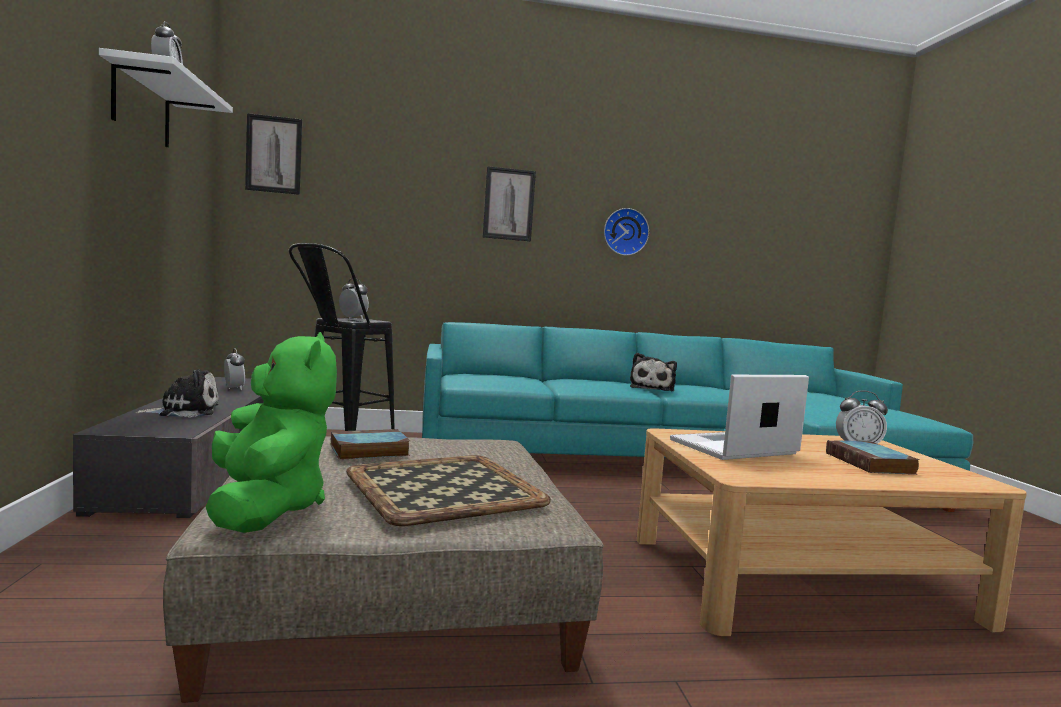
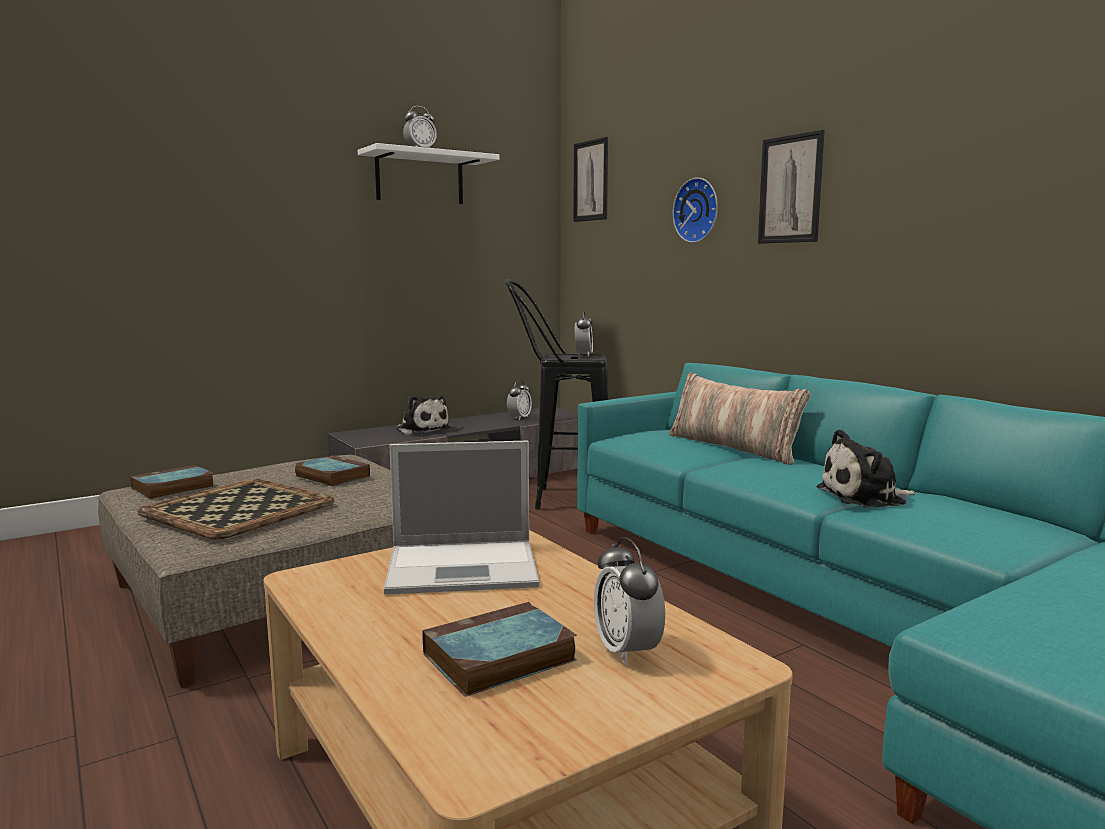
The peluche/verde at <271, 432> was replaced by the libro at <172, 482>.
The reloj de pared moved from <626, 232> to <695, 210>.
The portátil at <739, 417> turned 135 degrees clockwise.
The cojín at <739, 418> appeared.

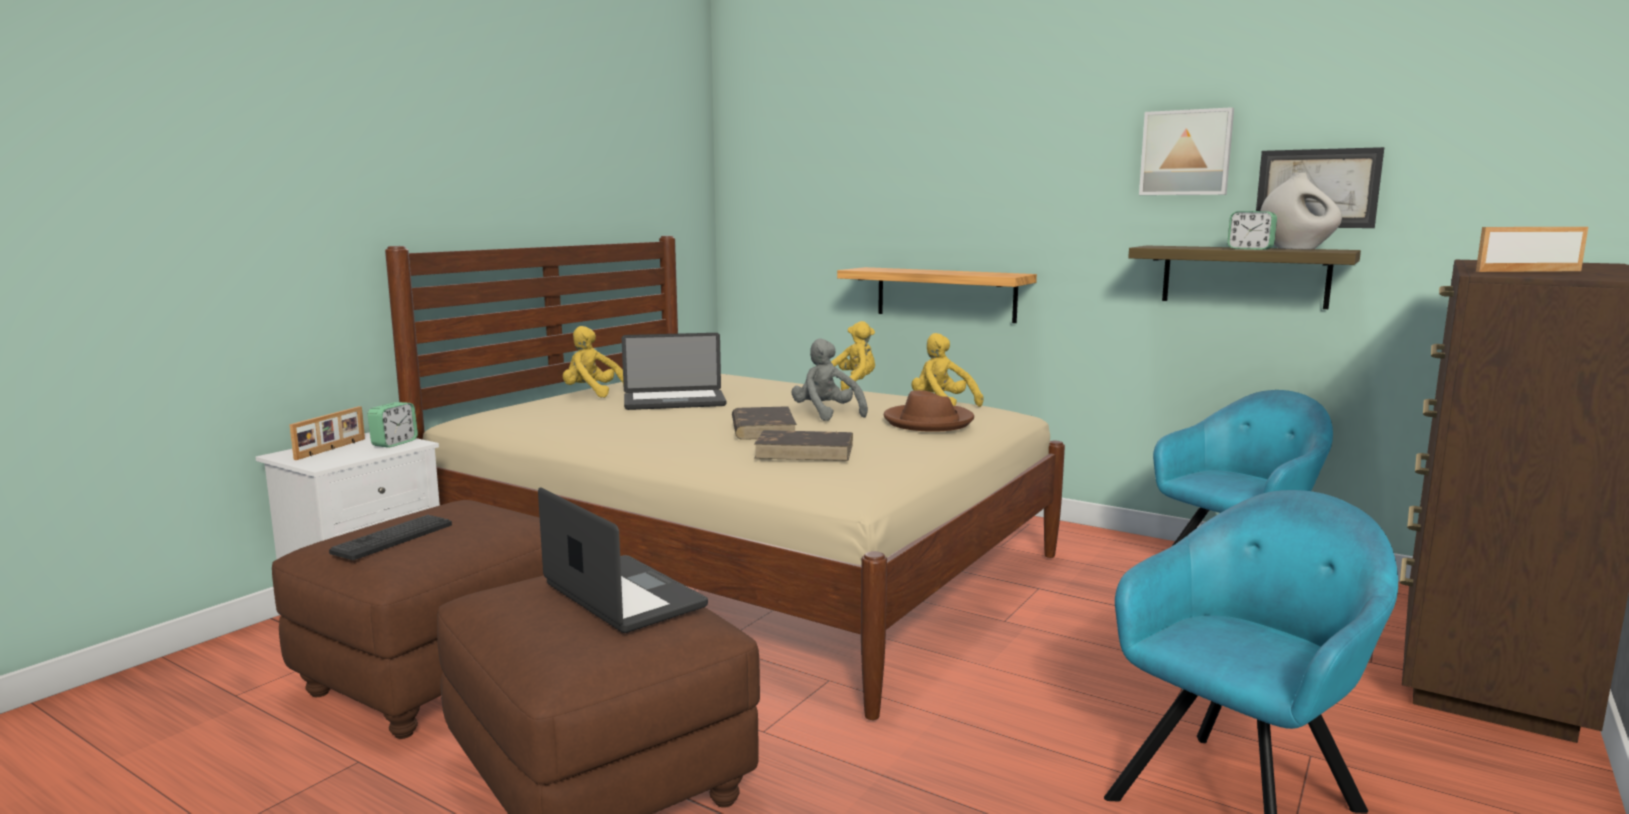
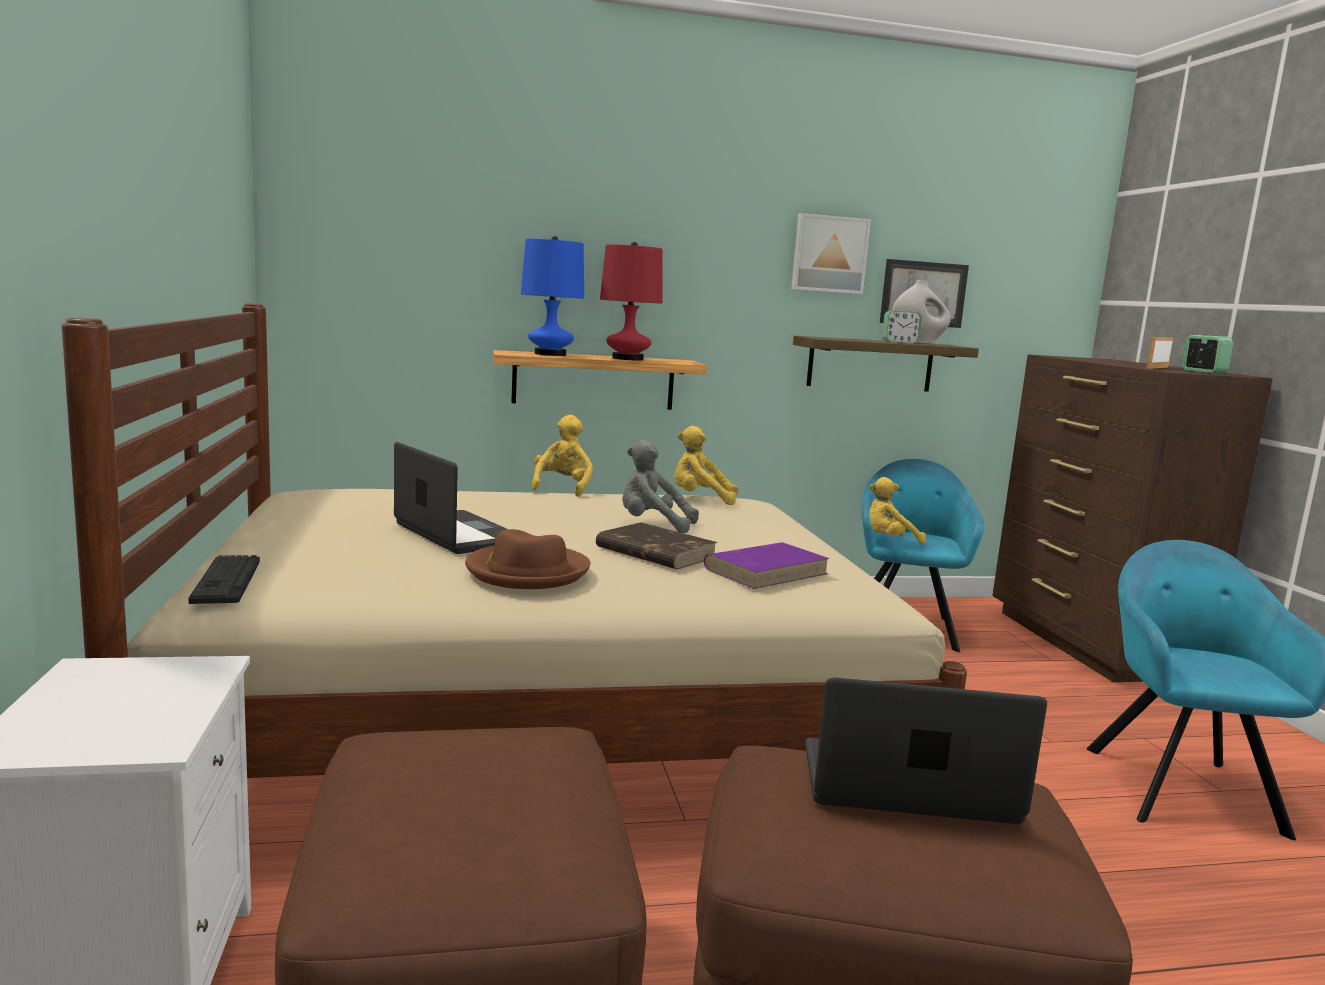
The portarretratos at <327, 433> disappeared.
The teclado moved from <390, 537> to <224, 579>.
The despertador moved from <393, 425> to <1207, 354>.
The peluche/amarillo moved from <593, 362> to <897, 510>.
The portátil at <674, 371> turned 75 degrees counterclockwise.
The libro/marrón at <803, 445> became the libro/morado at <767, 565>.
The sombrero/marrón moved from <929, 411> to <528, 559>.
The lámpara de mesa/azul at <552, 296> appeared.
The lámpara de mesa/rojo at <631, 301> appeared.

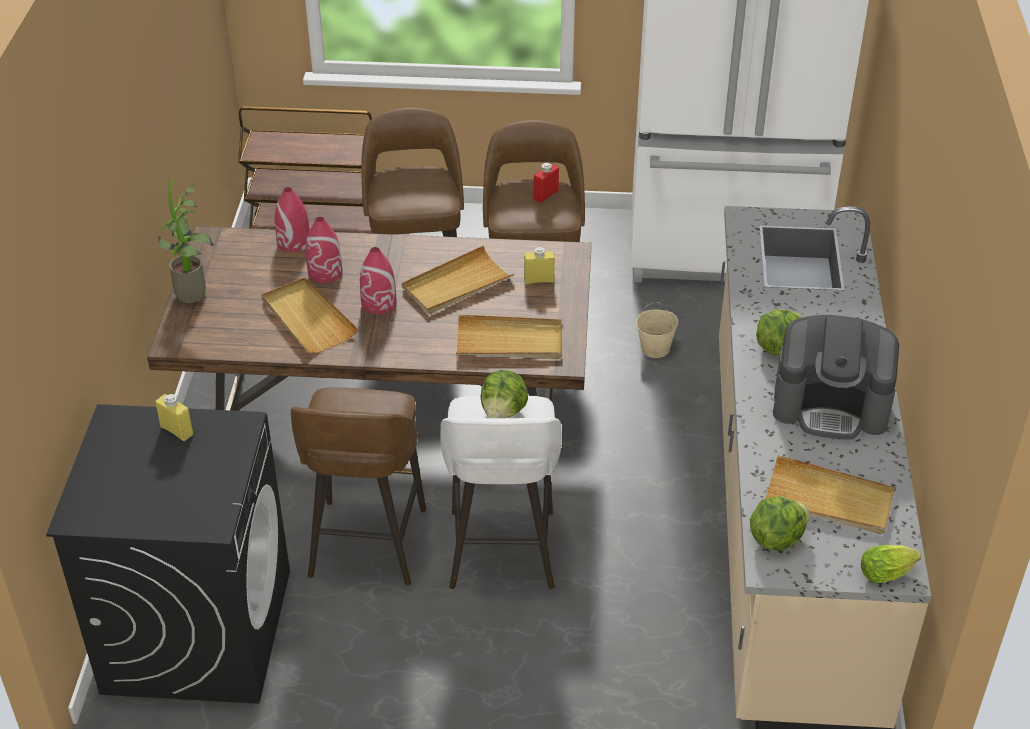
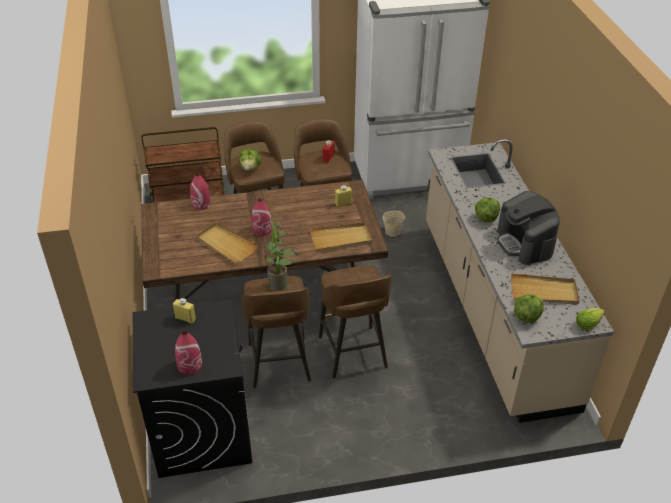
The planta en maceta moved from <186, 241> to <281, 255>.
The florero/rojo moved from <324, 250> to <188, 353>.
The bandeja/beis at <458, 279> disappeared.
The taburete/blanco at <501, 492> became the taburete/marrón at <355, 322>.
The lechuga moved from <504, 394> to <250, 159>.
The cafetera at <836, 377> turned 75 degrees clockwise.

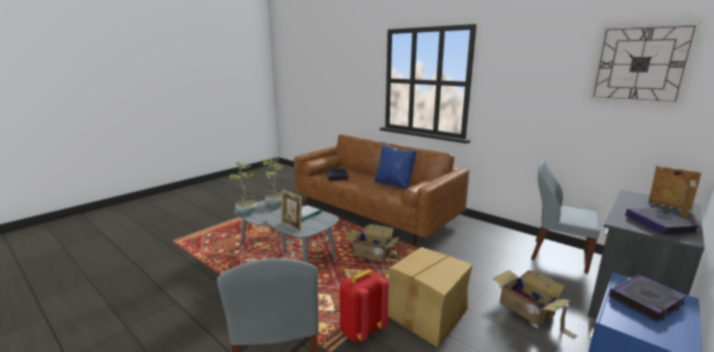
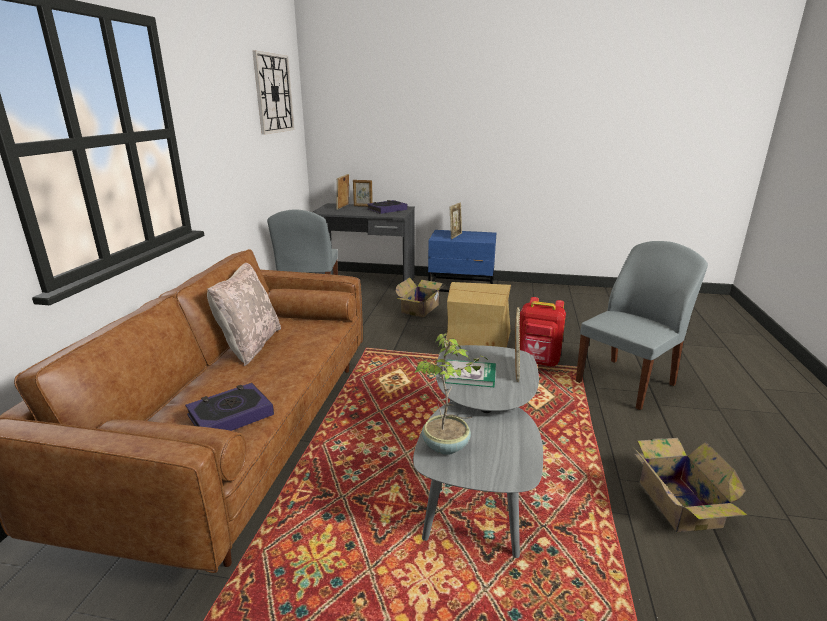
The planta en maceta at <244, 188> disappeared.
The caja de cartón moved from <373, 243> to <690, 485>.
The cojín/azul at <396, 167> became the cojín/beis at <244, 314>.
The libro at <648, 298> was replaced by the portarretratos at <455, 220>.

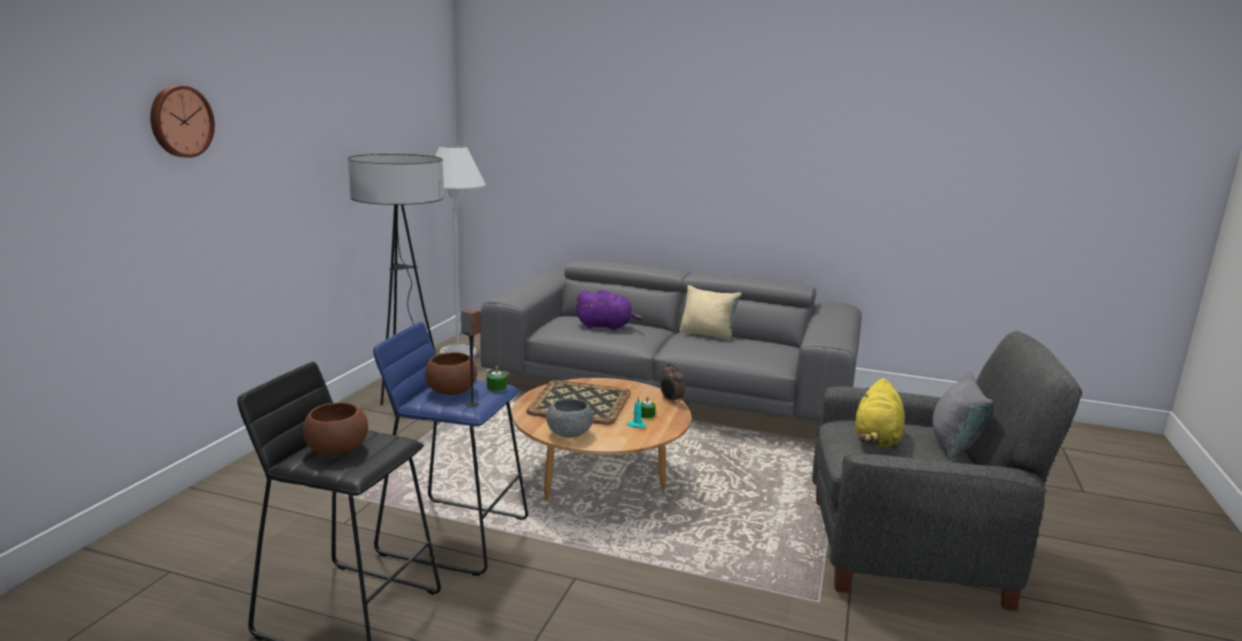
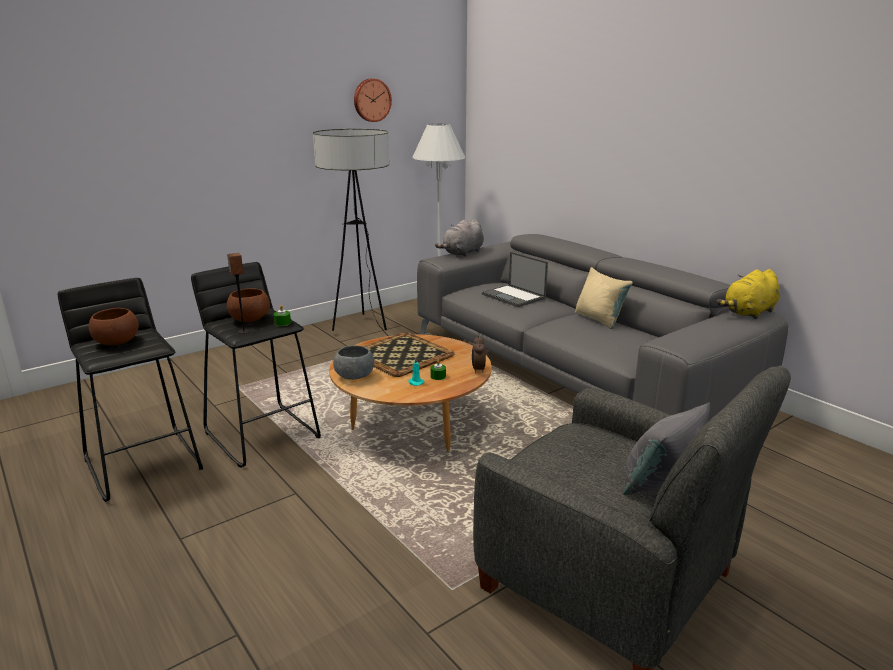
The reloj de pared moved from <182, 121> to <373, 100>.
The taburete/azul at <450, 449> became the taburete/negro at <256, 365>.
The peluche/morado at <609, 310> was replaced by the portátil at <515, 279>.
The peluche/amarillo moved from <880, 413> to <748, 294>.
The peluche/gris at <459, 238> appeared.

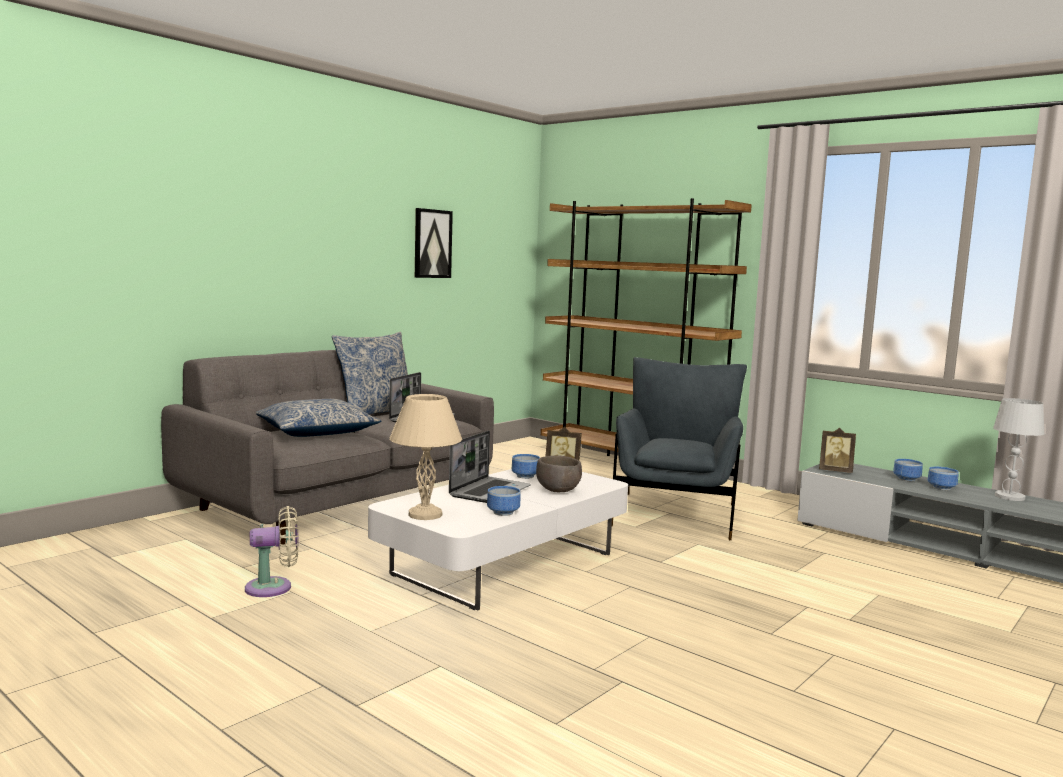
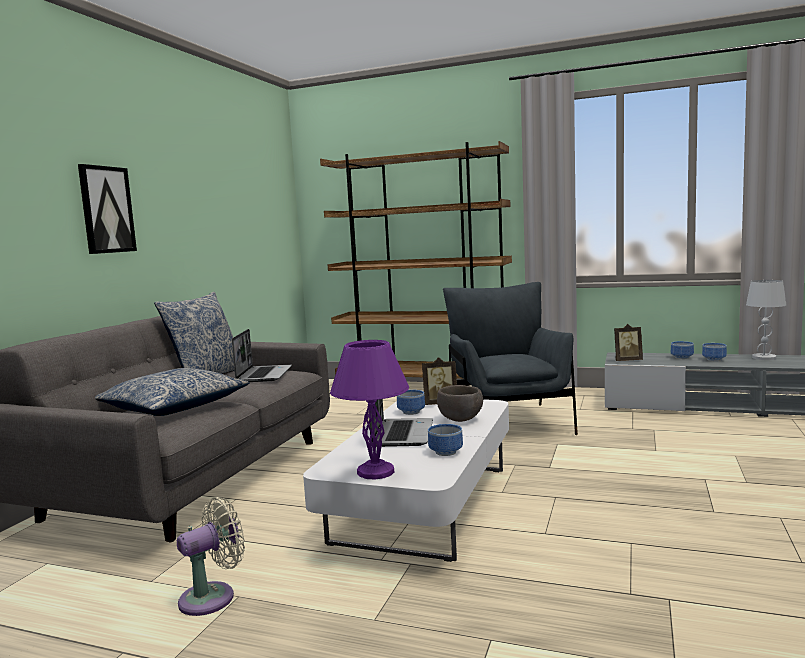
The lámpara de mesa/beis at <426, 457> became the lámpara de mesa/morado at <369, 409>.
The cuadro moved from <434, 243> to <107, 209>.

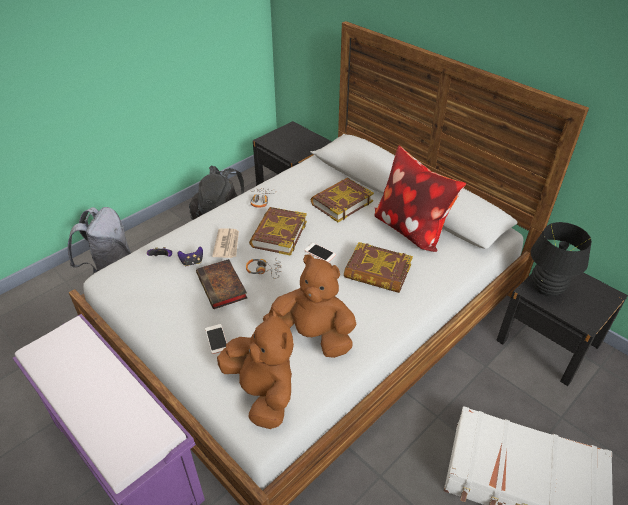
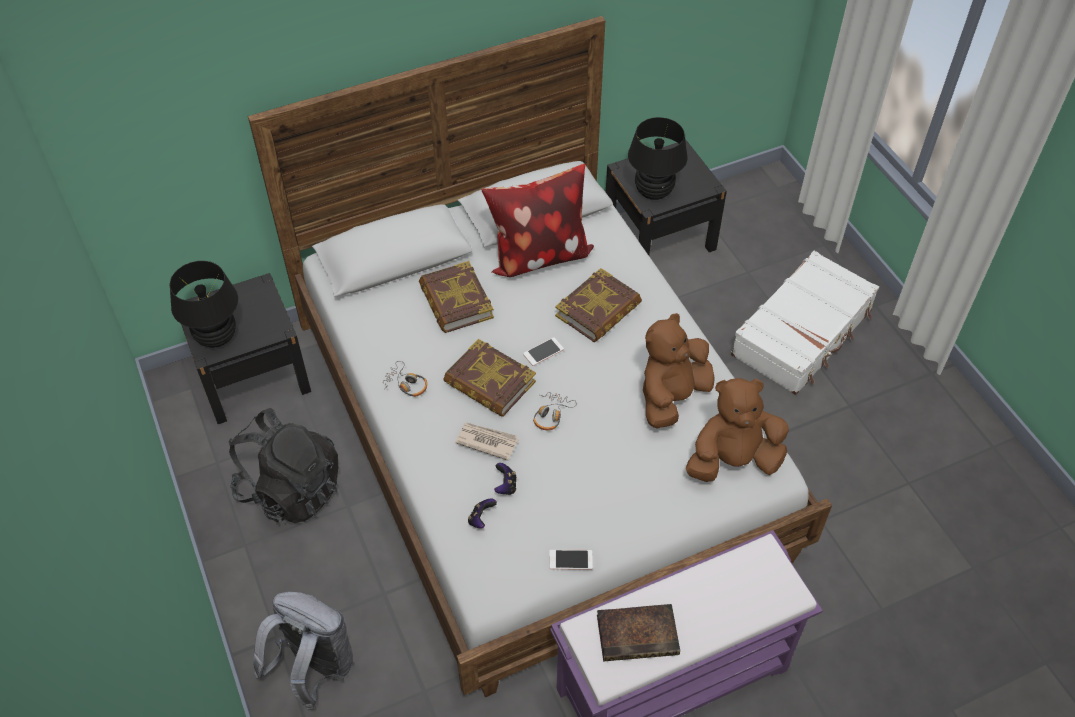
The libro moved from <221, 284> to <638, 632>.
The móvil moved from <216, 339> to <571, 560>.
The lámpara de mesa/negro at <203, 304> appeared.

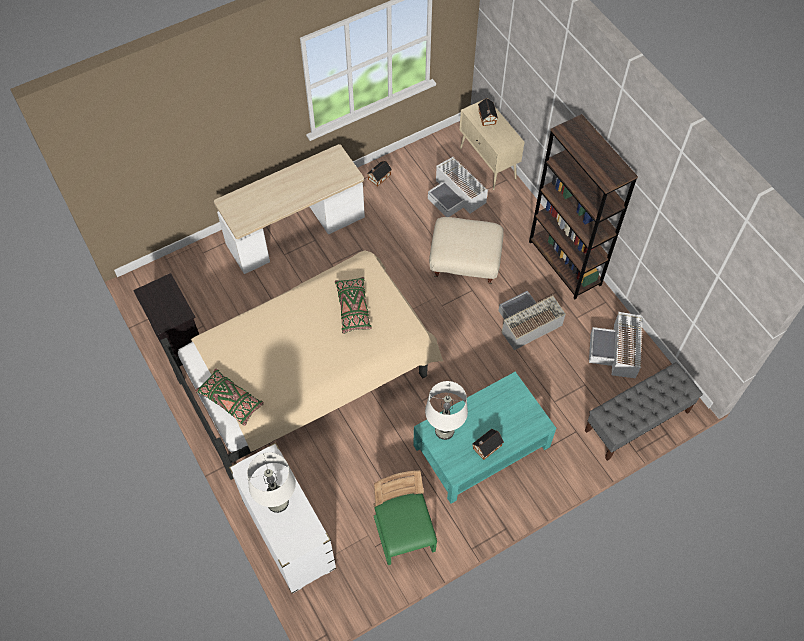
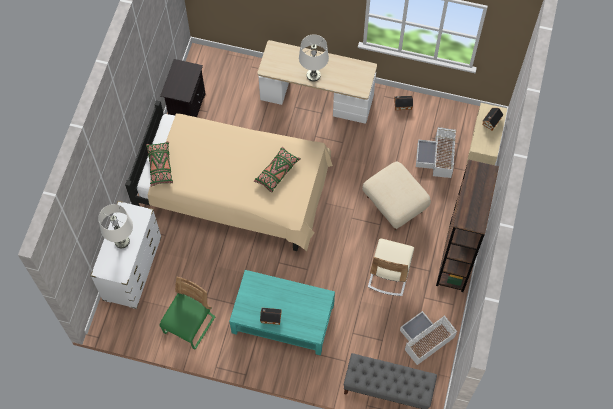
The lámpara de mesa/blanco moved from <446, 410> to <314, 57>.
The caja de almacenaje/gris at <532, 320> was replaced by the silla/beis at <391, 267>.

